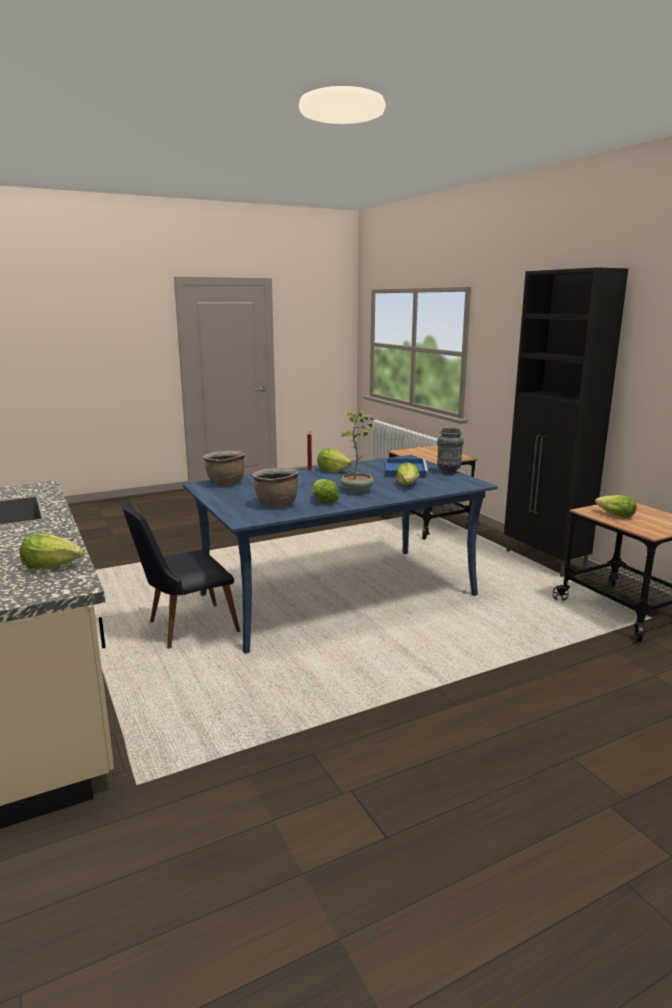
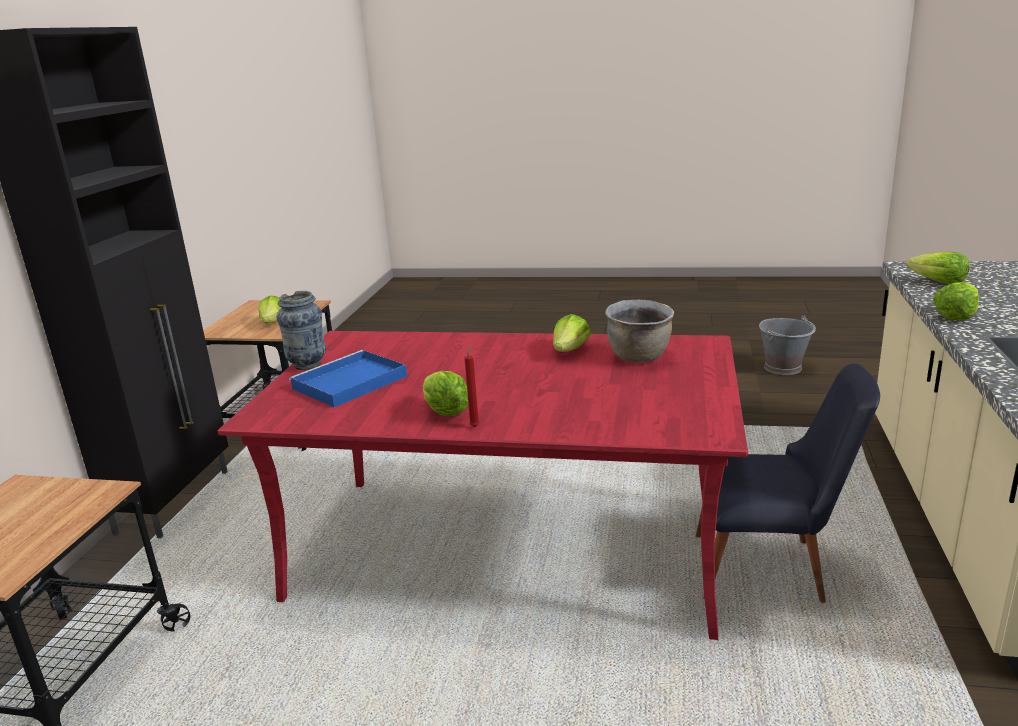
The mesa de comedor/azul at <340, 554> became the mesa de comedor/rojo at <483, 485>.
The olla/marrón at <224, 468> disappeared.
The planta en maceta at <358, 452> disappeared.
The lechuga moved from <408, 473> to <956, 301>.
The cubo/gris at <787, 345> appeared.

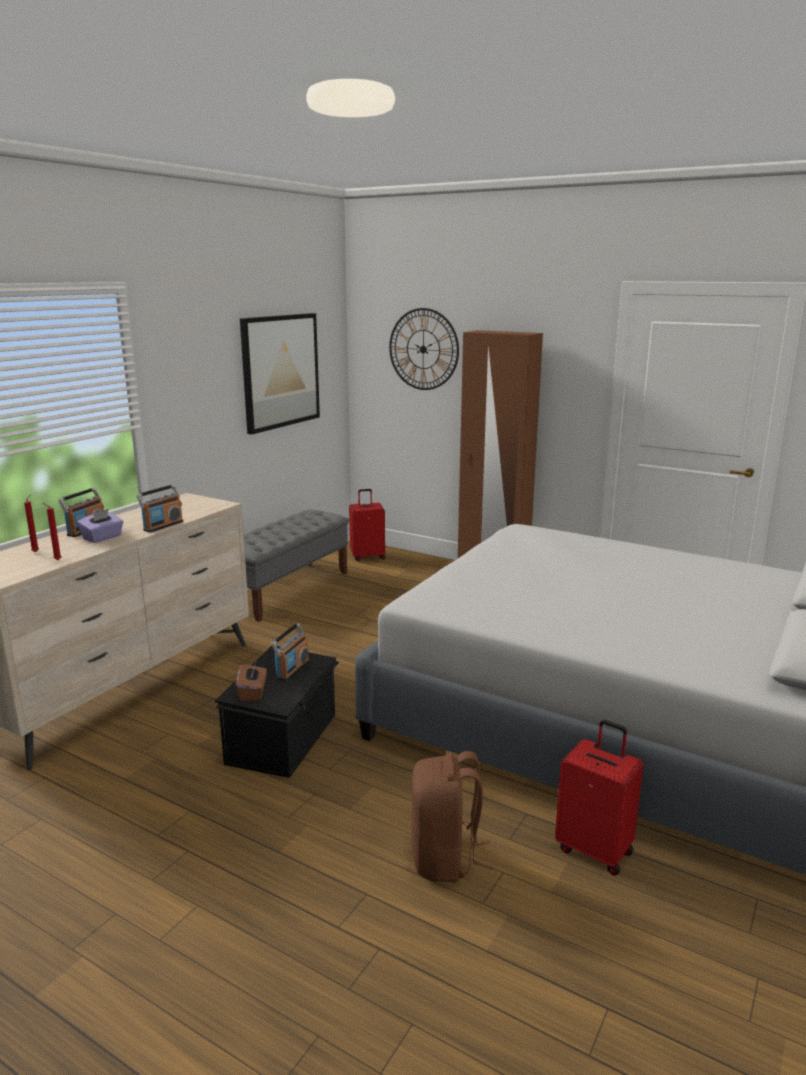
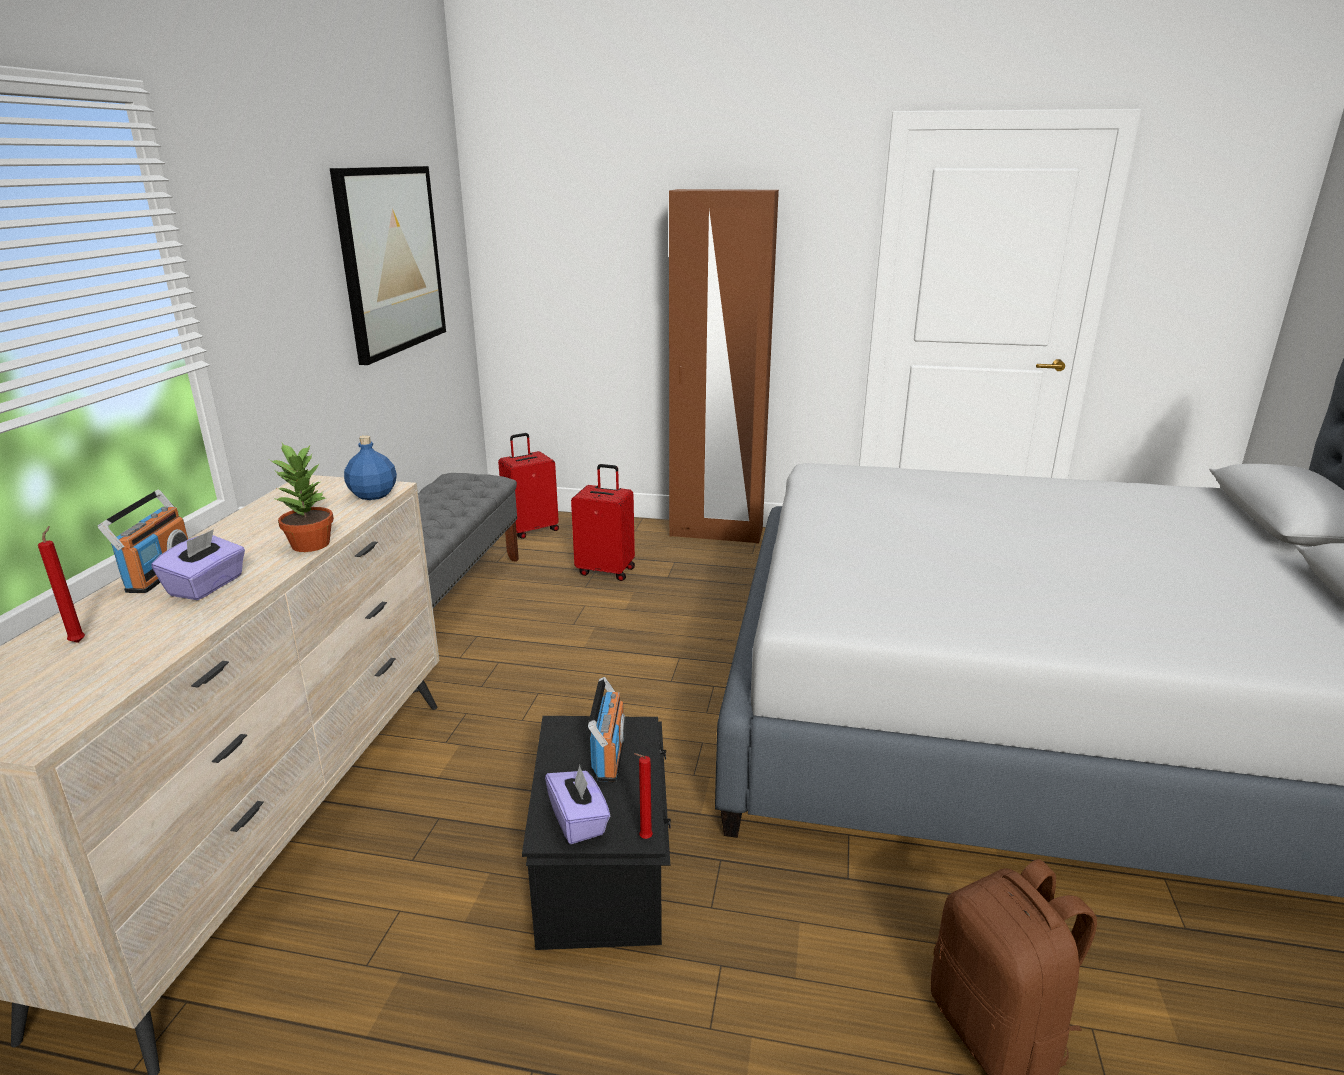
The vela/rojo moved from <52, 531> to <643, 796>.
The radio at <159, 508> was replaced by the planta en maceta at <301, 497>.
The caja de pañuelos/marrón at <251, 681> became the caja de pañuelos/morado at <577, 804>.
The reloj de pared at <424, 349> disappeared.
The maleta/rojo moved from <599, 798> to <603, 522>.
The botella/azul at <370, 467> appeared.

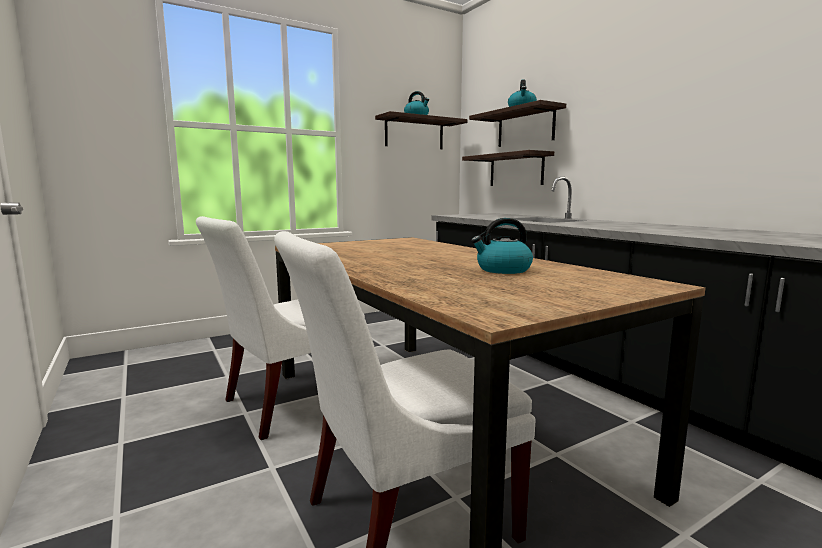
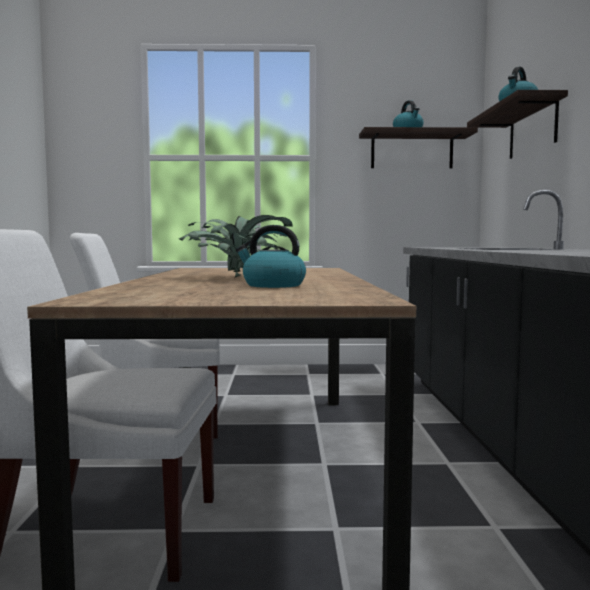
The estante at <508, 168> disappeared.
The planta en maceta at <236, 246> appeared.

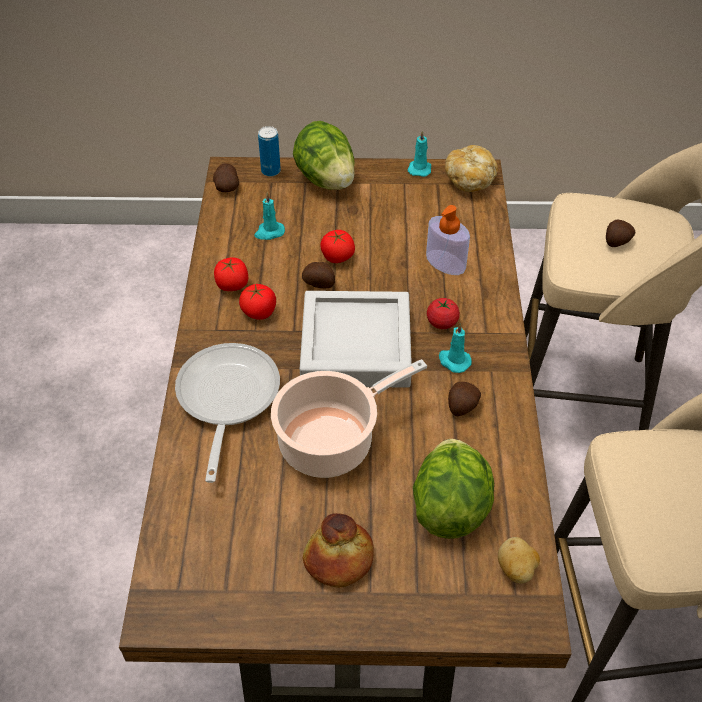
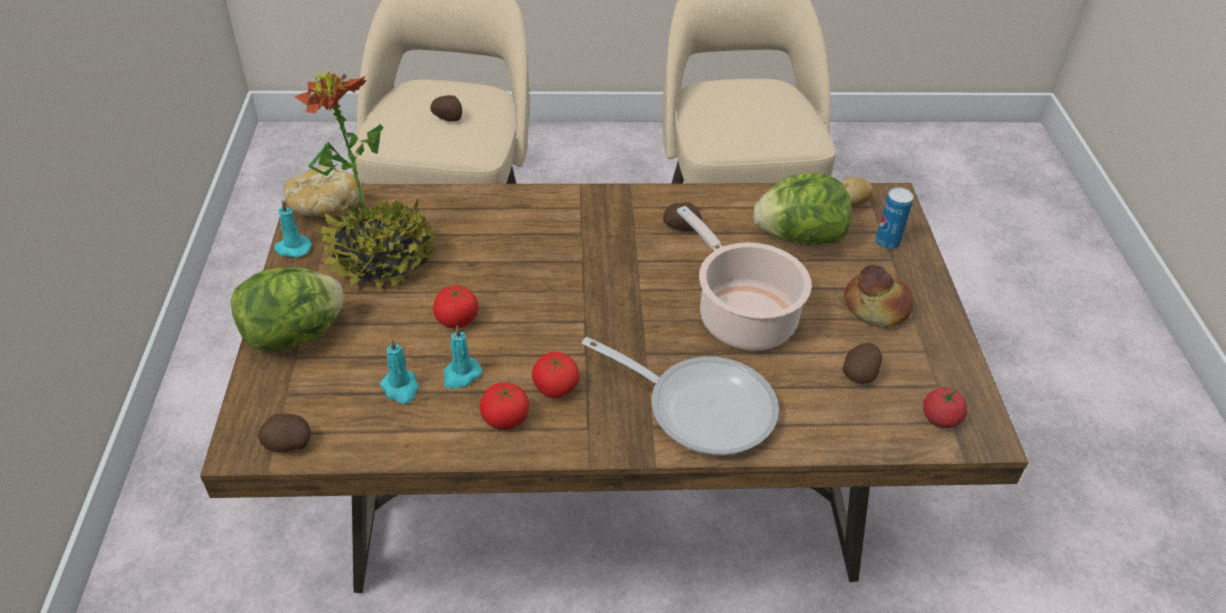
The sartén at <227, 413> turned 150 degrees counterclockwise.
The lata moved from <269, 151> to <895, 218>.
The bandeja/gris at <356, 339> disappeared.
The patata moved from <318, 275> to <862, 363>.
The dispensador de jabón at <448, 240> disappeared.
The tomate moved from <443, 313> to <945, 407>.
The vela/turquesa moved from <455, 348> to <462, 357>.
The planta en maceta at <366, 181> appeared.

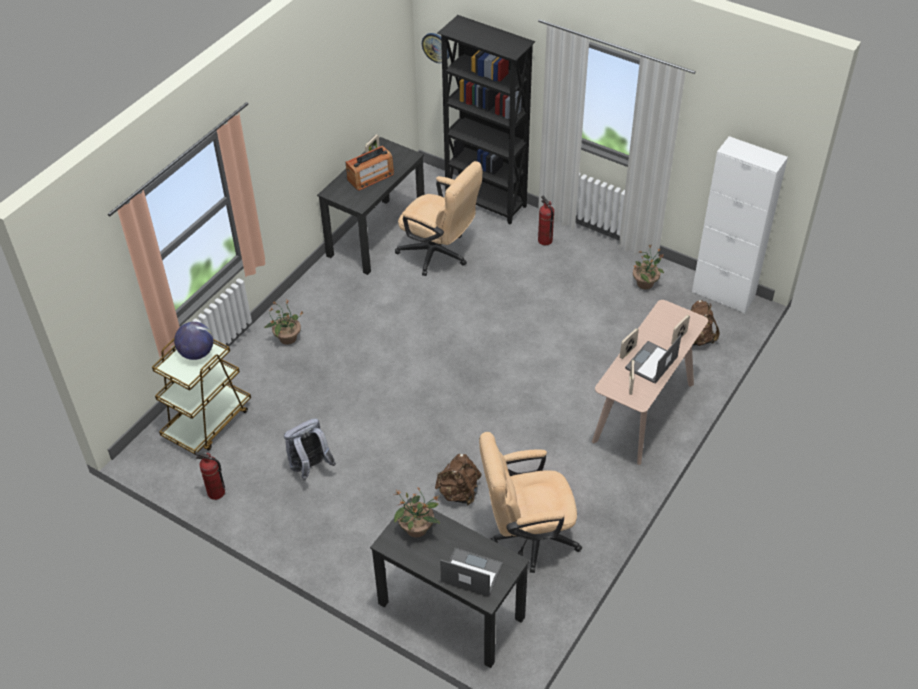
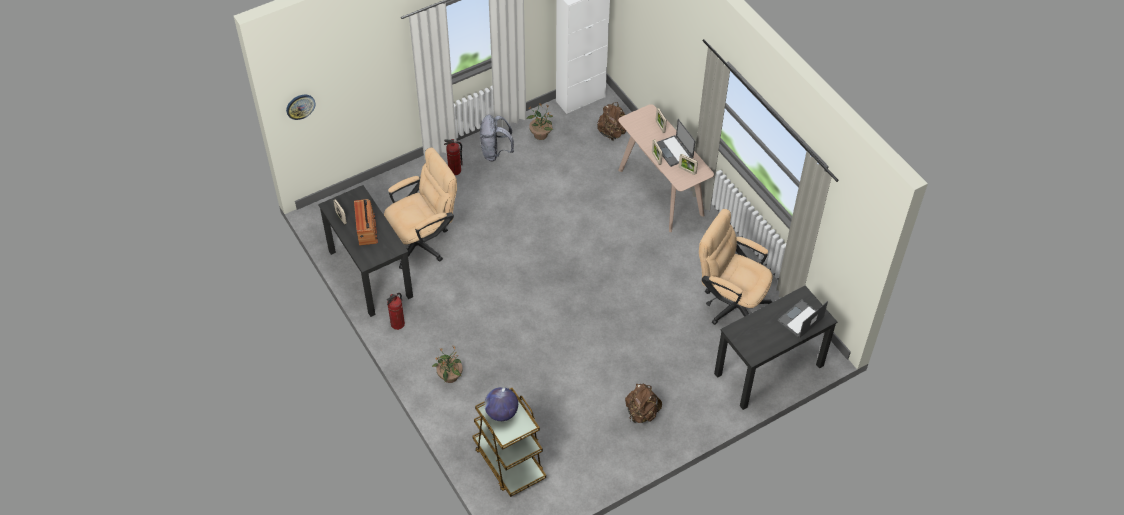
The extintor moved from <210, 476> to <396, 311>.
The mochila/gris moved from <310, 449> to <497, 138>.
The planta en maceta at <417, 512> disappeared.
The mochila/marrón moved from <458, 480> to <643, 403>.
The estantería/negro at <487, 120> disappeared.
The silla de oficina/beis at <530, 502> turned 105 degrees clockwise.

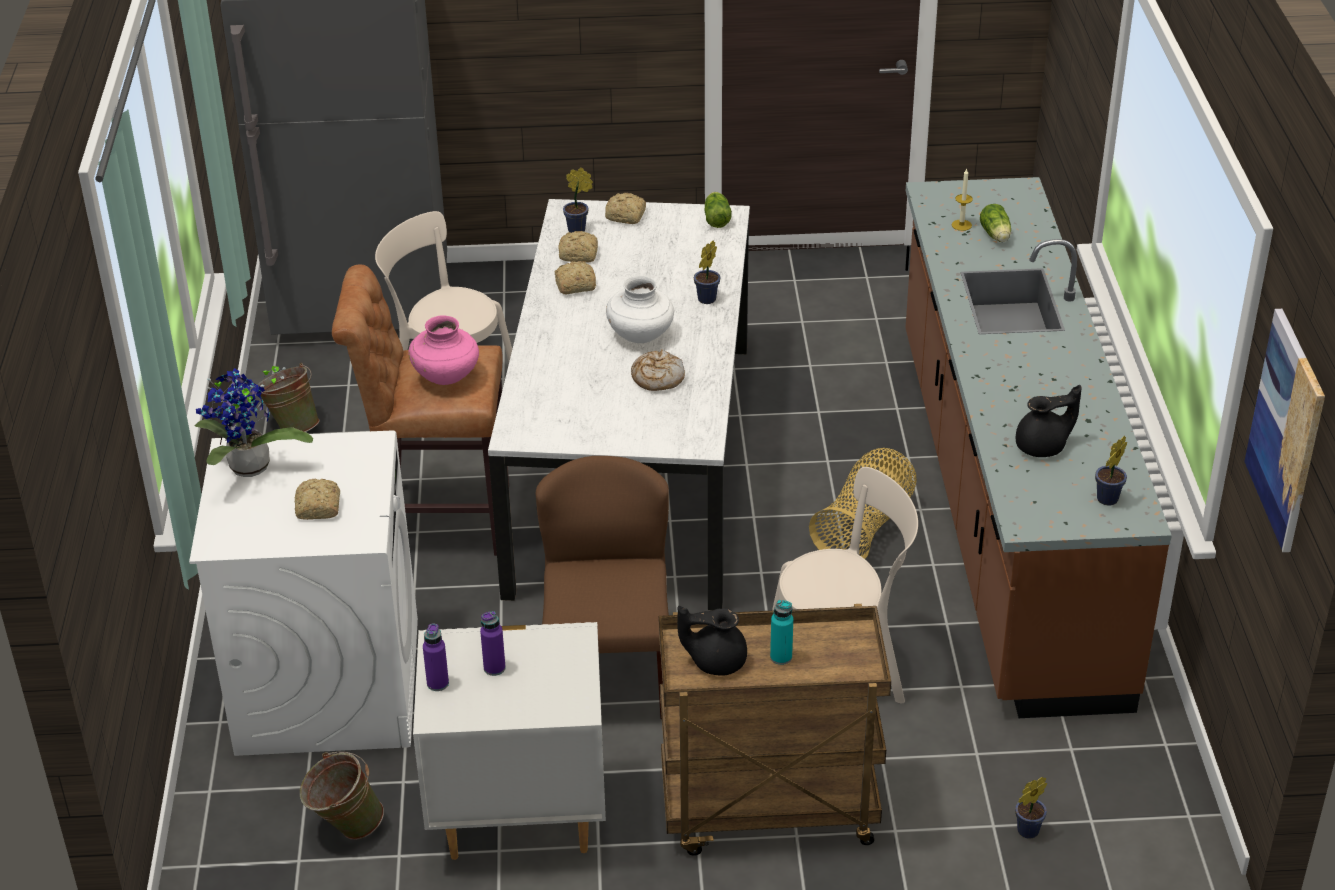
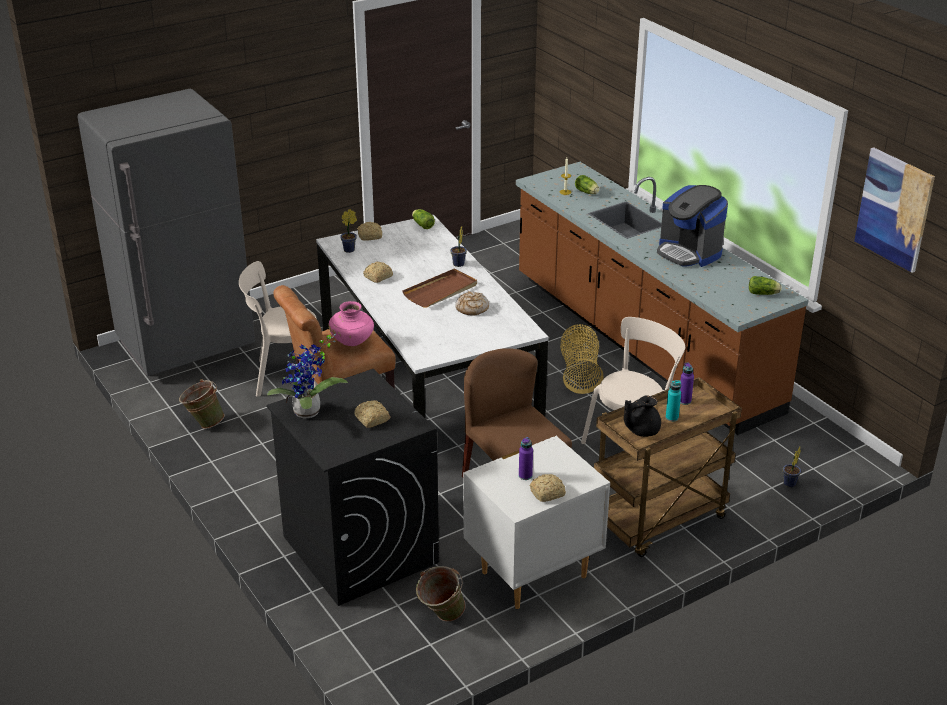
The lavadora/blanco at <303, 593> became the lavadora/negro at <352, 487>.
The botella/morado moved from <436, 657> to <687, 384>.
The pan moved from <578, 247> to <548, 488>.
The florero/blanco at <640, 309> was replaced by the bandeja/marrón at <439, 288>.
The tetera/negro at <1049, 421> disappeared.
The planta en maceta at <1111, 470> was replaced by the lechuga at <765, 285>.
The cafetera at <692, 226> appeared.

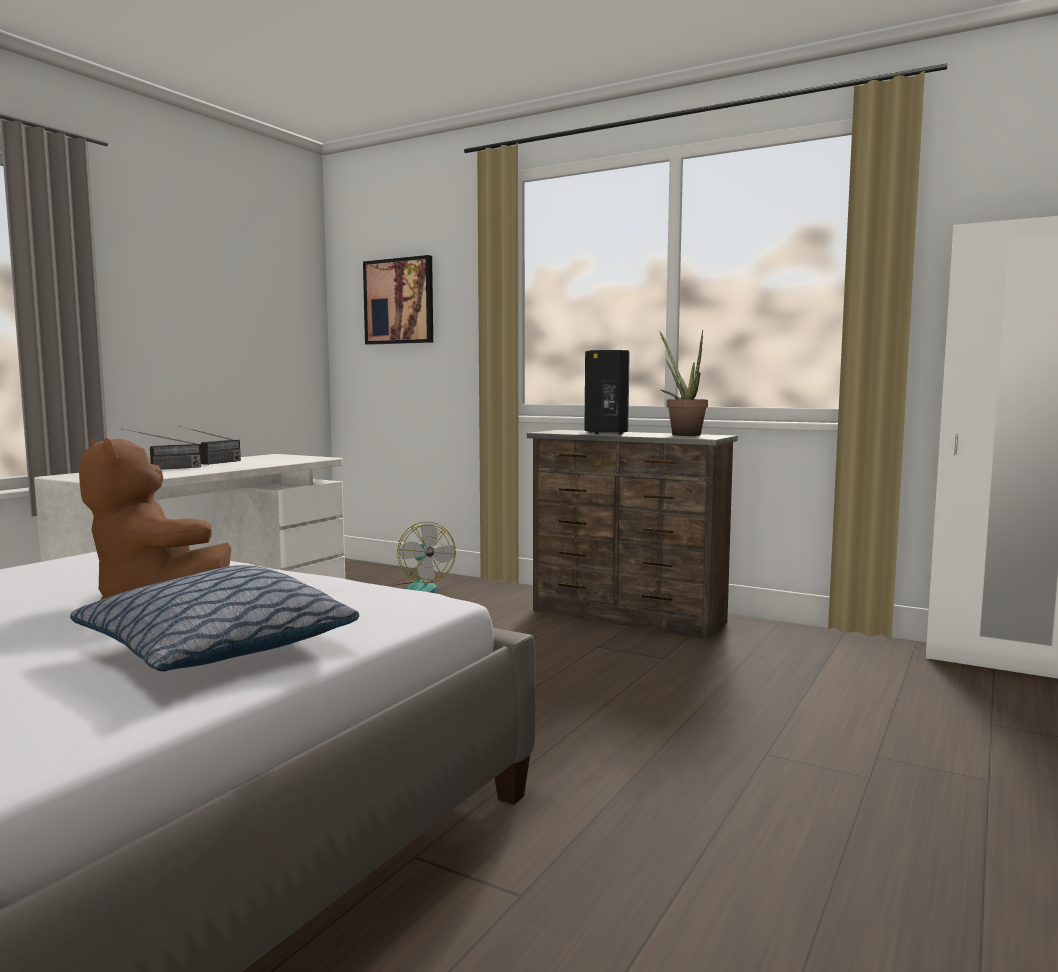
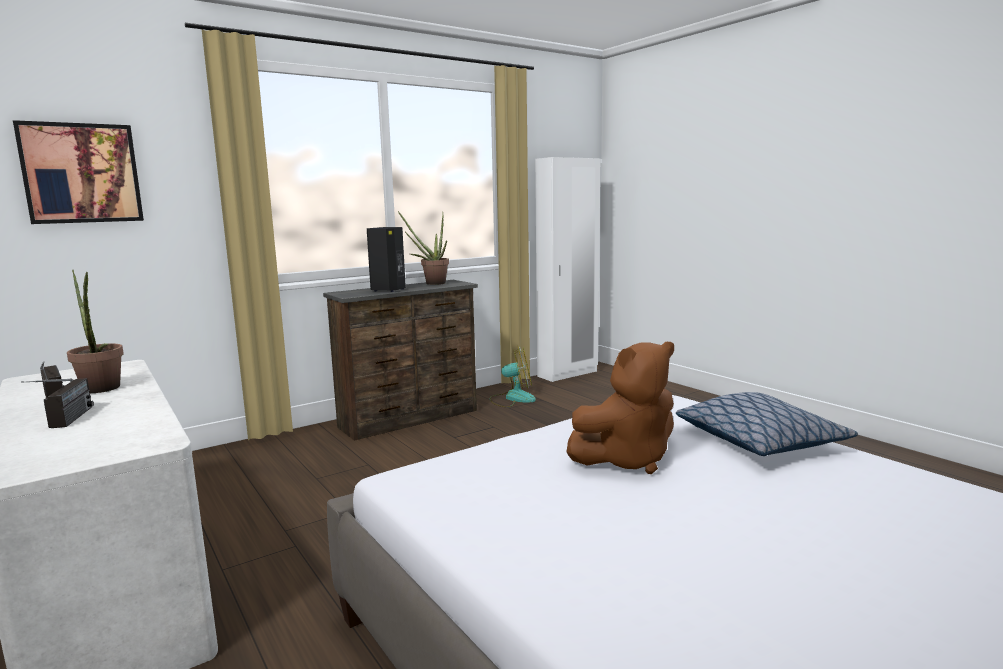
The ventilador moved from <422, 557> to <513, 377>.
The planta en maceta at <95, 331> appeared.

